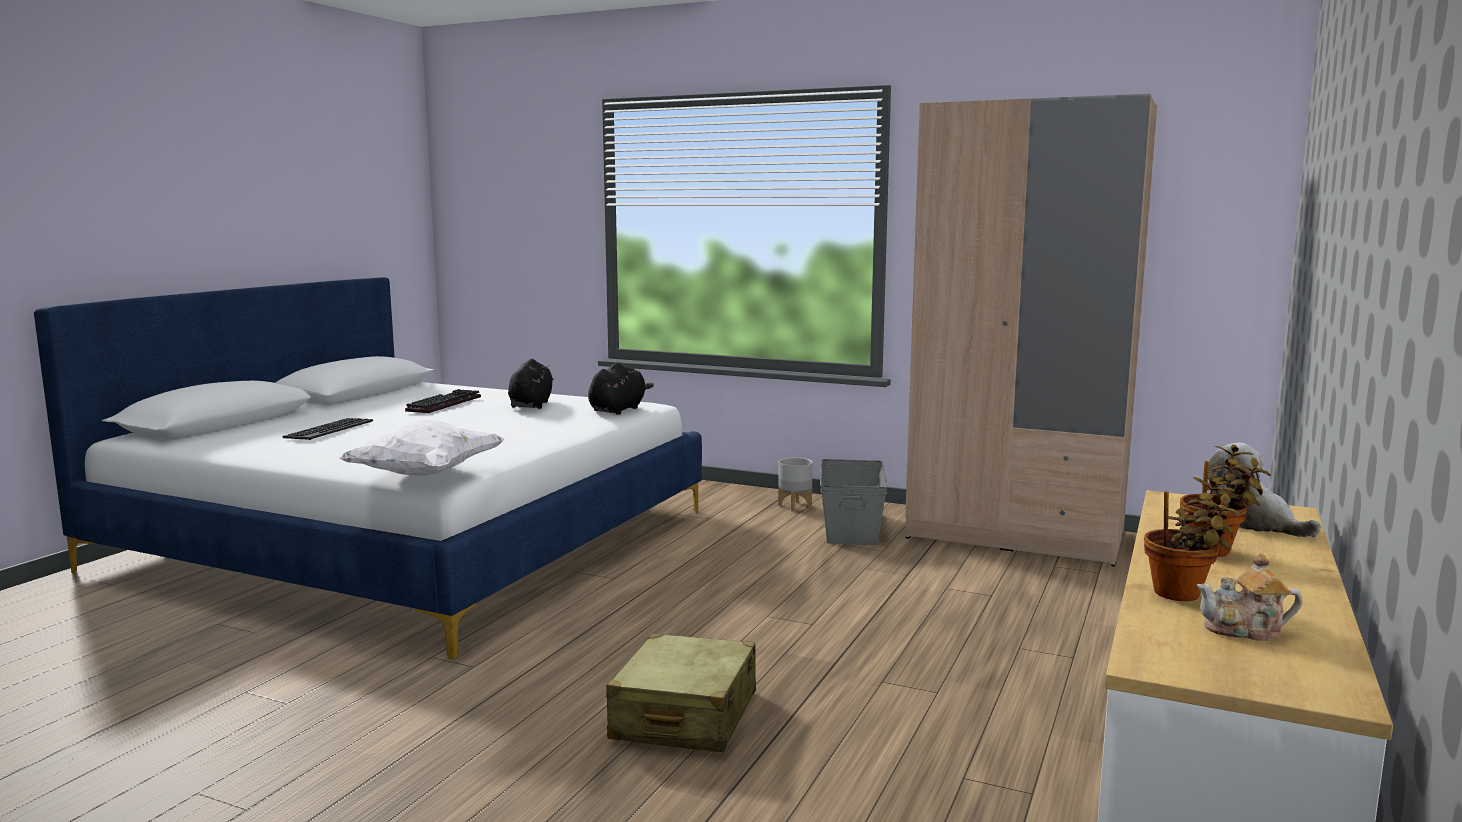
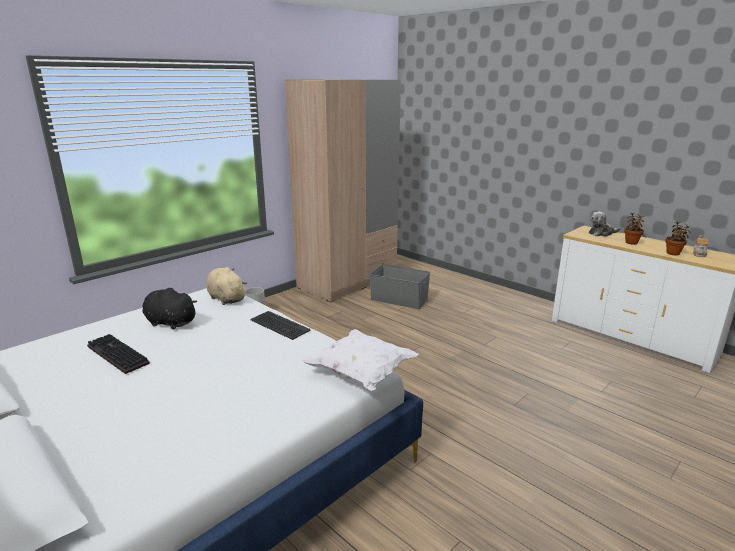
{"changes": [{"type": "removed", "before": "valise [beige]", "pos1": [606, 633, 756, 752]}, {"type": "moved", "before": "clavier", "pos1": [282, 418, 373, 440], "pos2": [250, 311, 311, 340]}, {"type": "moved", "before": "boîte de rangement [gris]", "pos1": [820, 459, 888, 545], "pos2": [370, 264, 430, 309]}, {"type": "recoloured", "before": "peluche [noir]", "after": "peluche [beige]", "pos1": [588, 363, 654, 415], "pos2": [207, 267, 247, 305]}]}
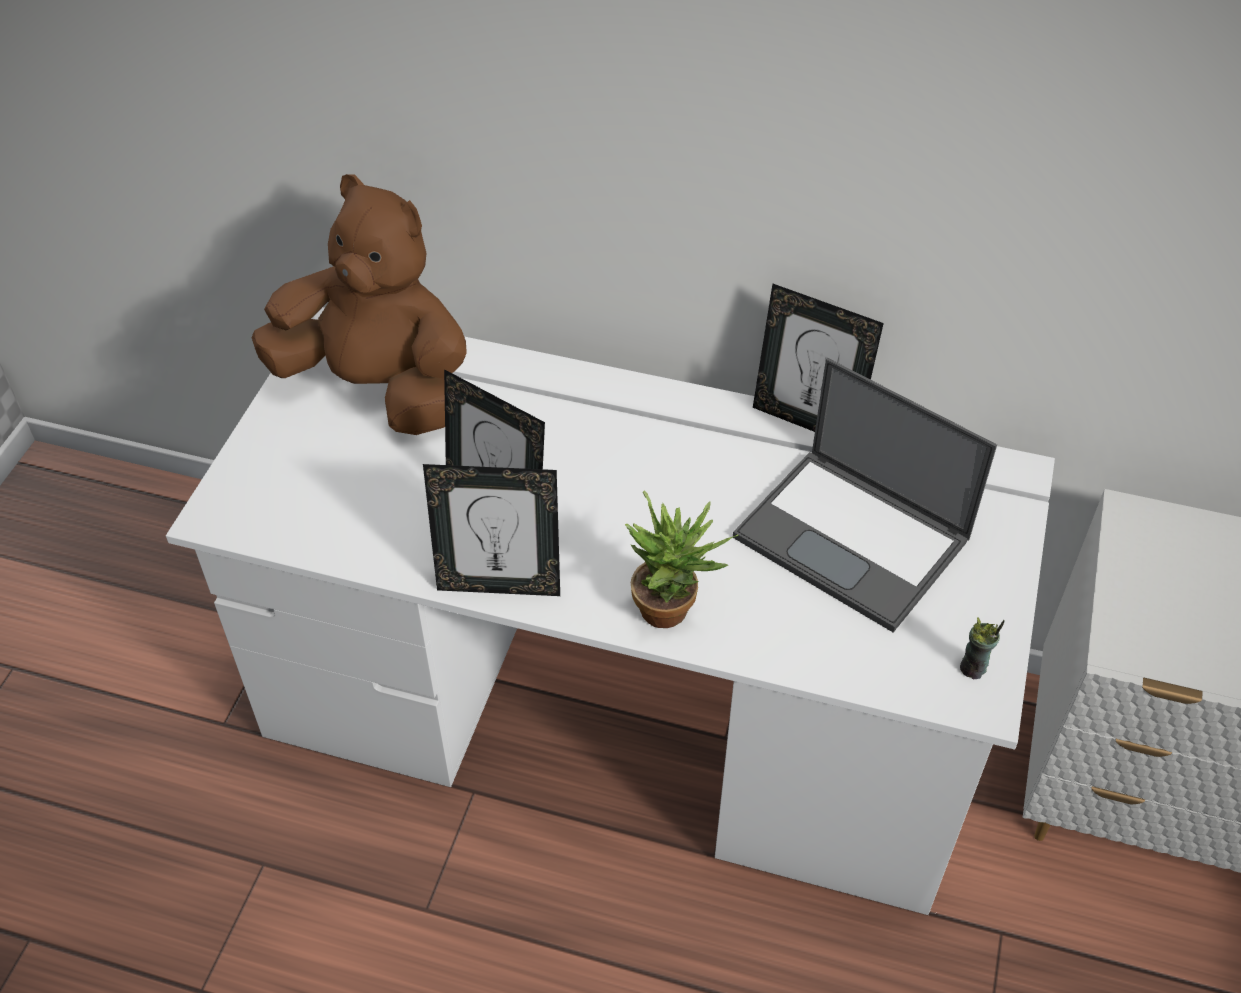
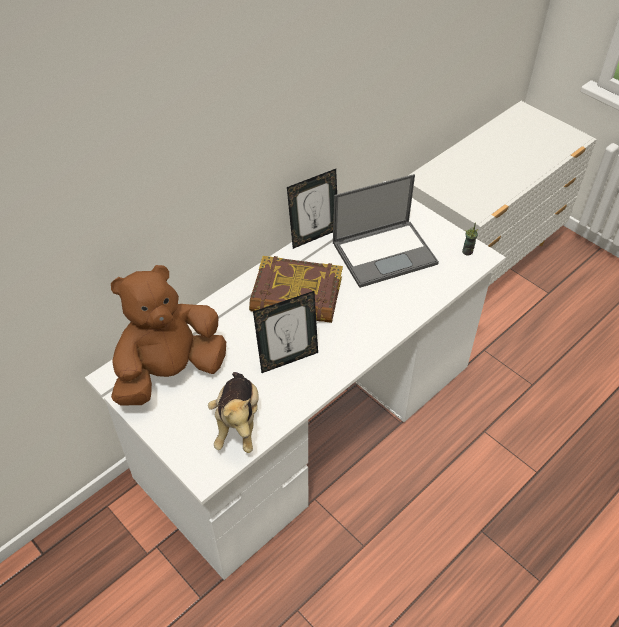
{"changes": [{"type": "removed", "before": "cadre photo", "pos1": [423, 464, 560, 596]}, {"type": "removed", "before": "plante en pot", "pos1": [625, 490, 738, 628]}, {"type": "added", "after": "peluche", "pos2": [208, 372, 259, 453]}, {"type": "added", "after": "livre", "pos2": [249, 256, 343, 323]}]}
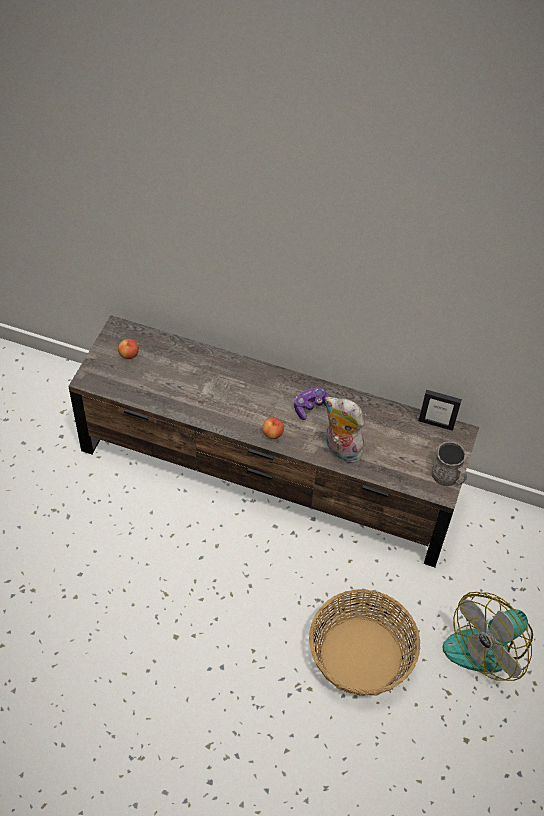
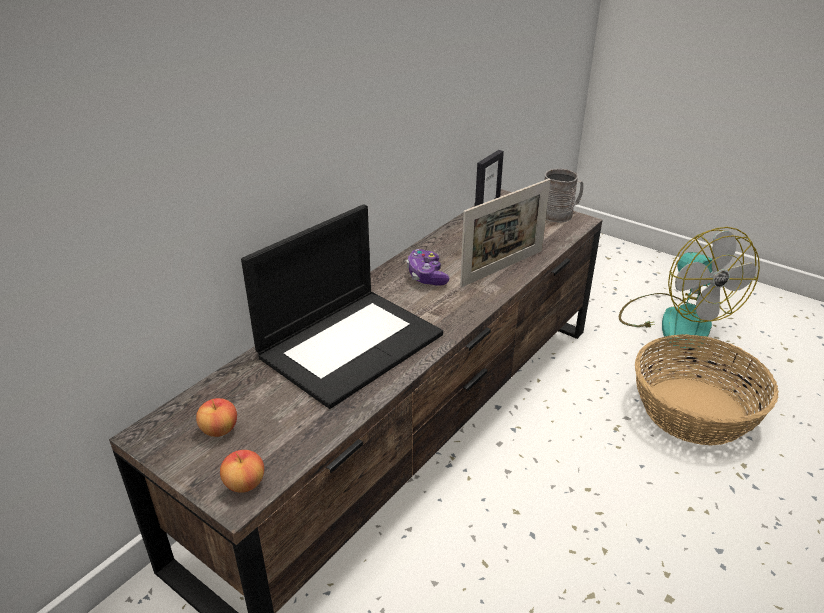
{"changes": [{"type": "added", "after": "ordinateur portable", "pos2": [241, 204, 443, 409]}, {"type": "moved", "before": "pomme", "pos1": [262, 418, 284, 439], "pos2": [220, 450, 264, 493]}, {"type": "replaced", "before": "peluche", "after": "cadre photo", "pos1": [325, 397, 364, 463], "pos2": [460, 179, 550, 288]}]}
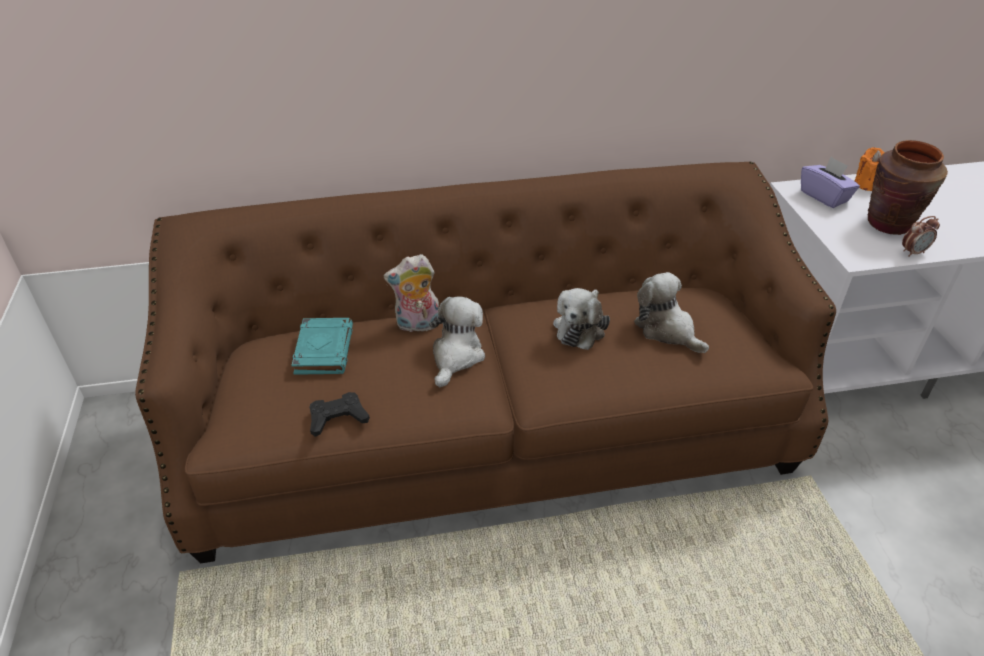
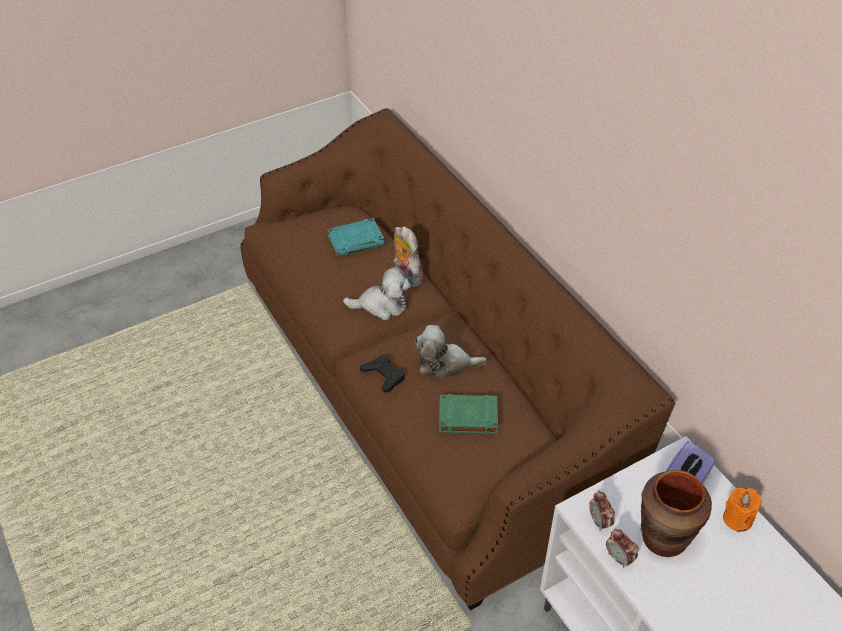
{"changes": [{"type": "added", "after": "réveil", "pos2": [589, 491, 615, 531]}, {"type": "moved", "before": "manette [noir]", "pos1": [310, 392, 370, 437], "pos2": [360, 355, 405, 393]}, {"type": "replaced", "before": "peluche", "after": "livre [vert]", "pos1": [634, 272, 709, 353], "pos2": [439, 394, 498, 434]}]}
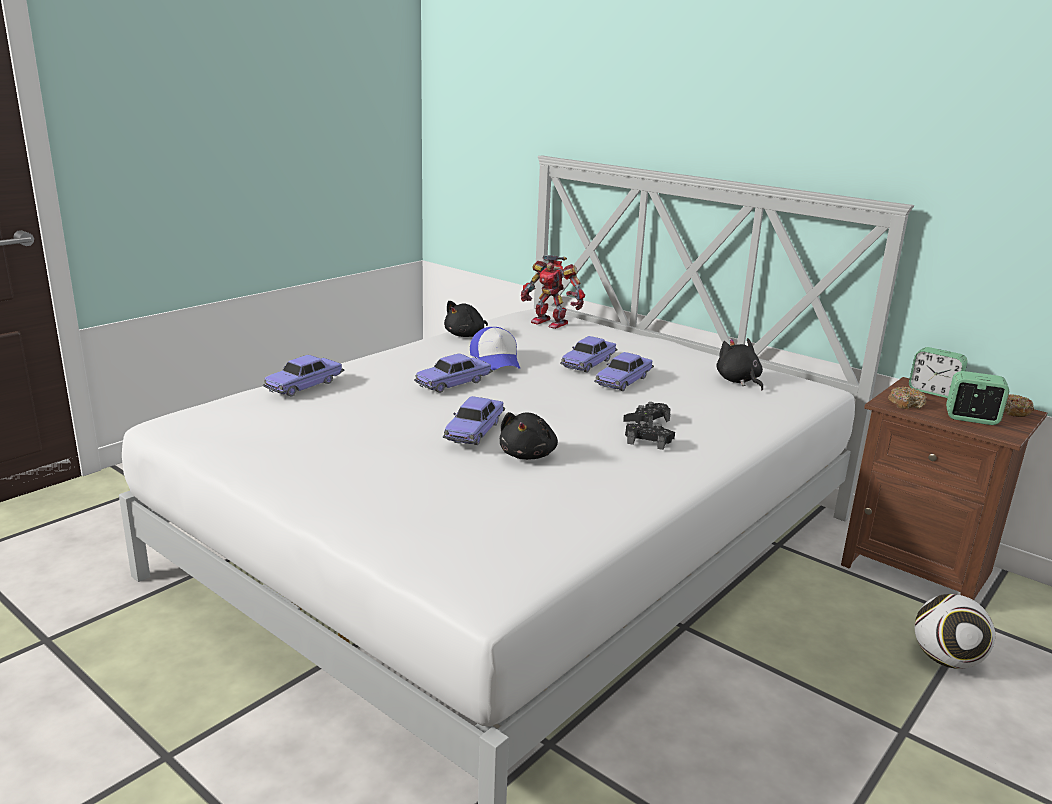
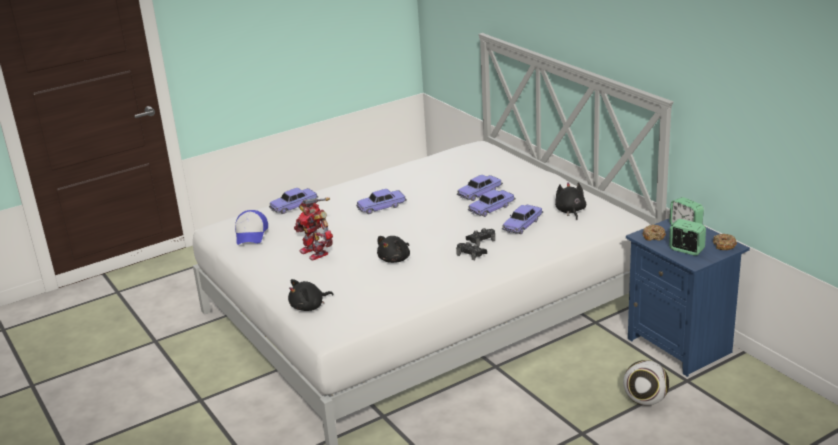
{"changes": [{"type": "moved", "before": "petite voiture", "pos1": [443, 396, 505, 445], "pos2": [502, 205, 543, 234]}, {"type": "moved", "before": "peluche [noir]", "pos1": [444, 301, 488, 337], "pos2": [288, 279, 333, 311]}, {"type": "moved", "before": "casquette", "pos1": [470, 327, 520, 370], "pos2": [235, 210, 268, 245]}, {"type": "moved", "before": "robot jouet", "pos1": [521, 255, 585, 329], "pos2": [294, 198, 333, 261]}, {"type": "recoloured", "before": "table de chevet [marron]", "after": "table de chevet [bleu]", "pos1": [841, 377, 1047, 600], "pos2": [626, 219, 750, 377]}]}
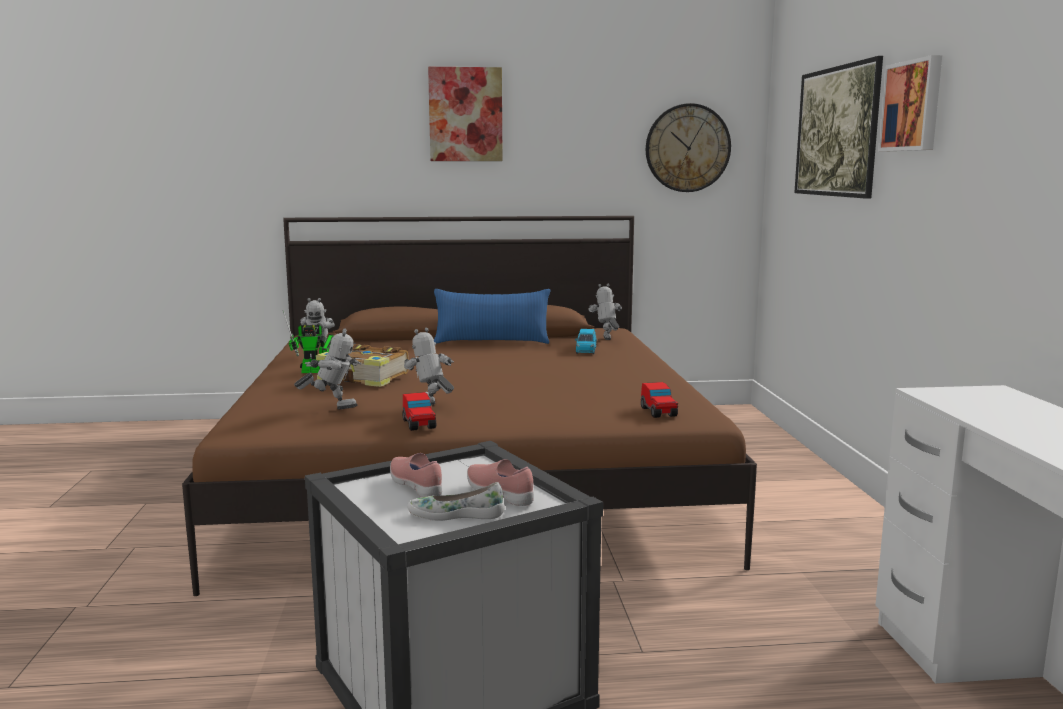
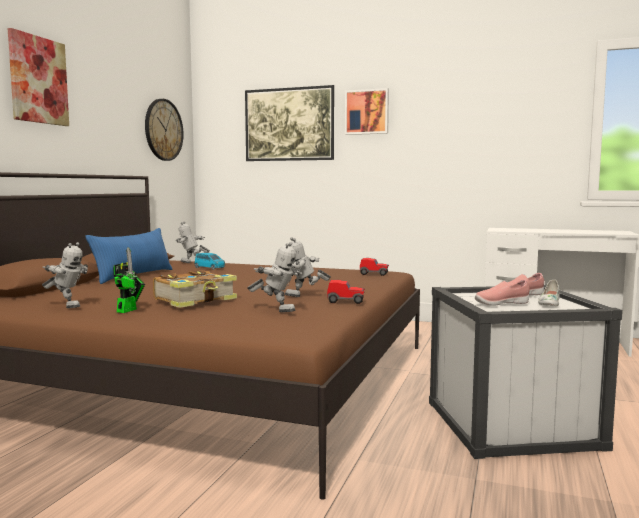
{"changes": [{"type": "turned", "before": "robot jouet", "pos1": [294, 329, 362, 409], "pos2": [247, 242, 302, 312], "turn": 90}]}
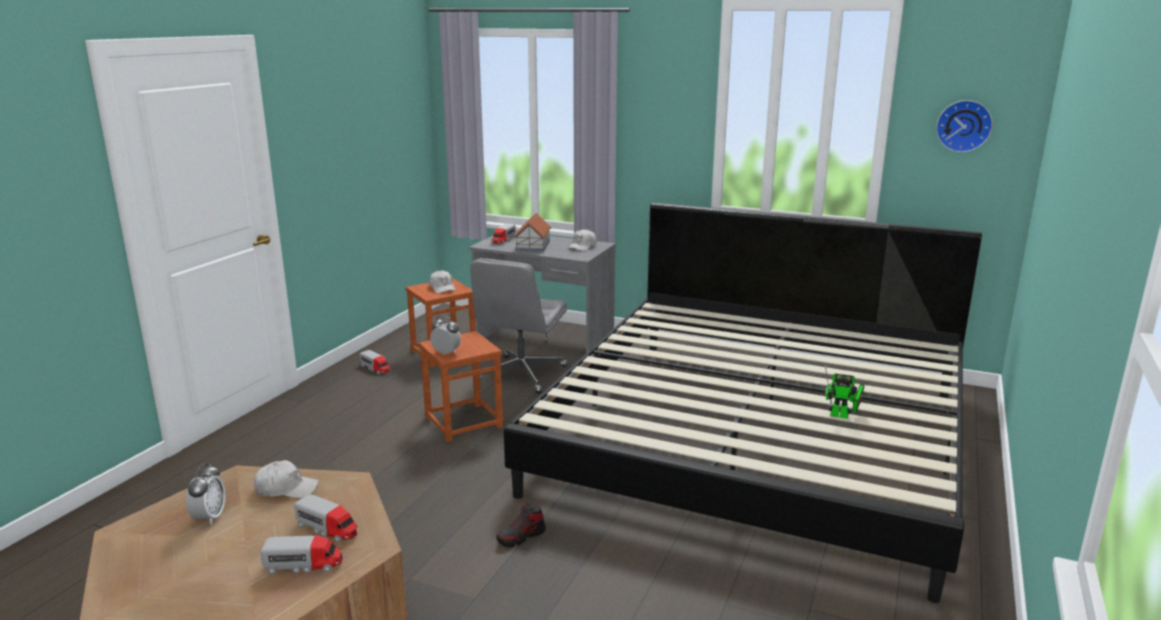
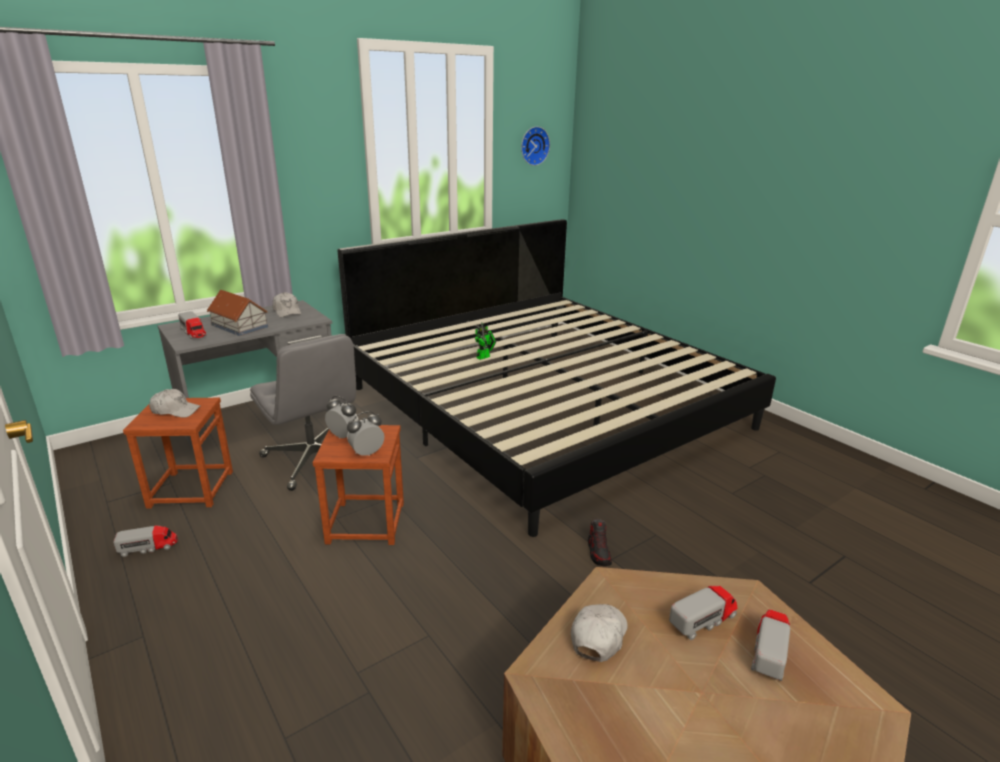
{"changes": [{"type": "moved", "before": "réveil", "pos1": [186, 463, 225, 525], "pos2": [325, 396, 359, 438]}, {"type": "moved", "before": "robot jouet", "pos1": [825, 365, 865, 419], "pos2": [475, 323, 496, 360]}]}
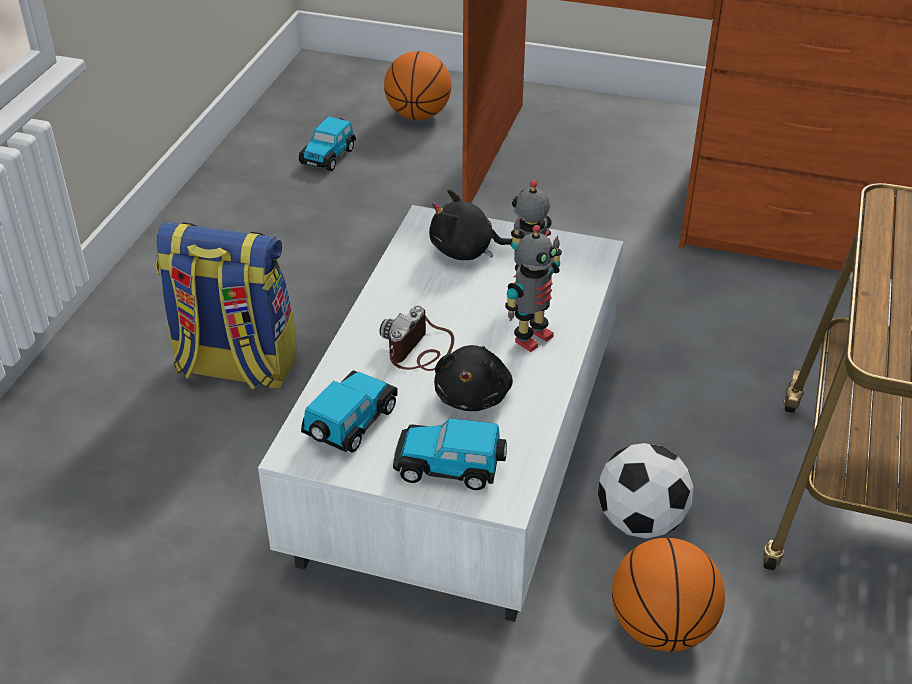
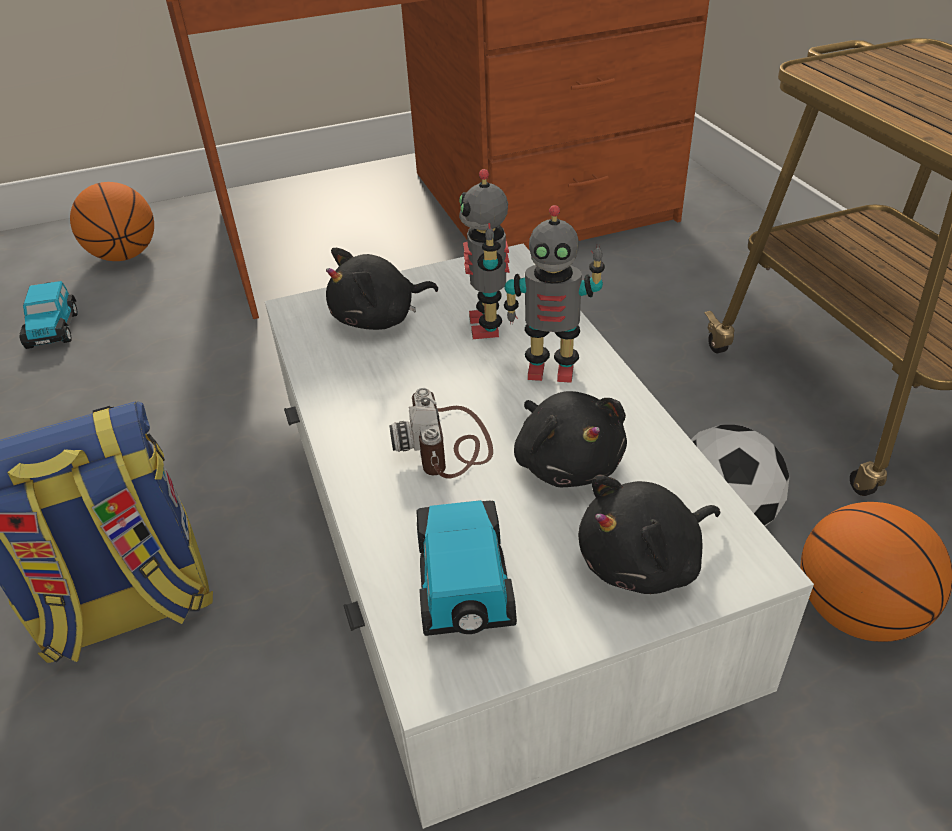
{"changes": [{"type": "replaced", "before": "petite voiture", "after": "peluche [noir]", "pos1": [393, 418, 507, 490], "pos2": [578, 476, 720, 594]}, {"type": "turned", "before": "robot jouet", "pos1": [505, 225, 562, 352], "pos2": [504, 205, 605, 383], "turn": 90}]}
